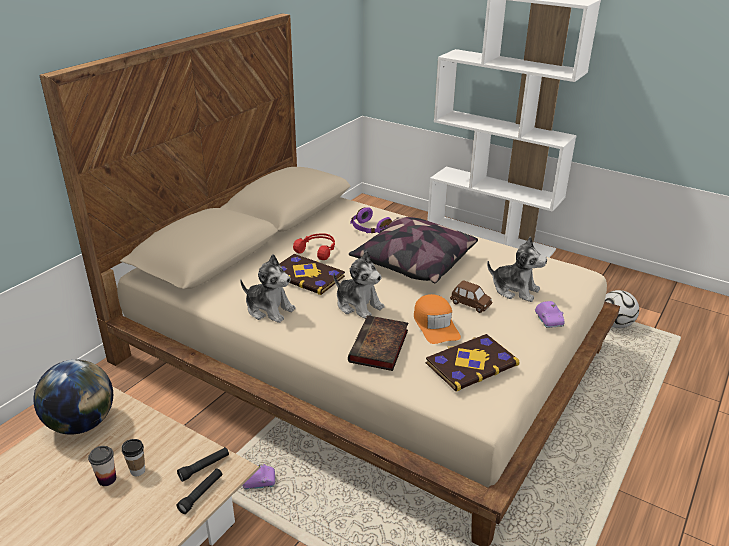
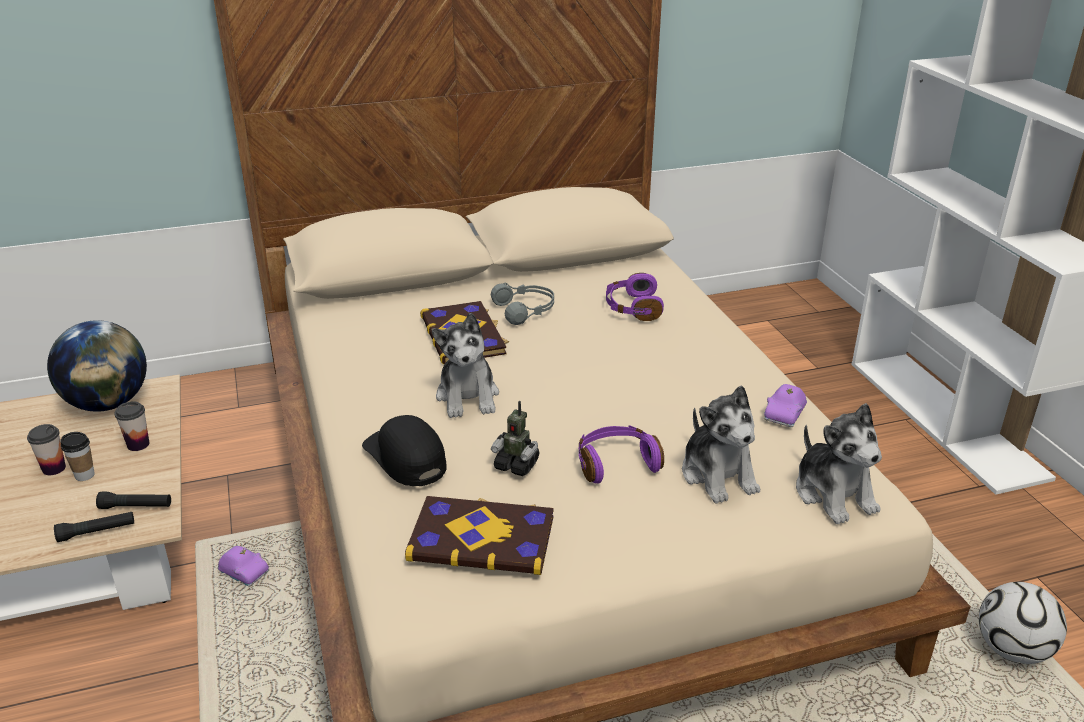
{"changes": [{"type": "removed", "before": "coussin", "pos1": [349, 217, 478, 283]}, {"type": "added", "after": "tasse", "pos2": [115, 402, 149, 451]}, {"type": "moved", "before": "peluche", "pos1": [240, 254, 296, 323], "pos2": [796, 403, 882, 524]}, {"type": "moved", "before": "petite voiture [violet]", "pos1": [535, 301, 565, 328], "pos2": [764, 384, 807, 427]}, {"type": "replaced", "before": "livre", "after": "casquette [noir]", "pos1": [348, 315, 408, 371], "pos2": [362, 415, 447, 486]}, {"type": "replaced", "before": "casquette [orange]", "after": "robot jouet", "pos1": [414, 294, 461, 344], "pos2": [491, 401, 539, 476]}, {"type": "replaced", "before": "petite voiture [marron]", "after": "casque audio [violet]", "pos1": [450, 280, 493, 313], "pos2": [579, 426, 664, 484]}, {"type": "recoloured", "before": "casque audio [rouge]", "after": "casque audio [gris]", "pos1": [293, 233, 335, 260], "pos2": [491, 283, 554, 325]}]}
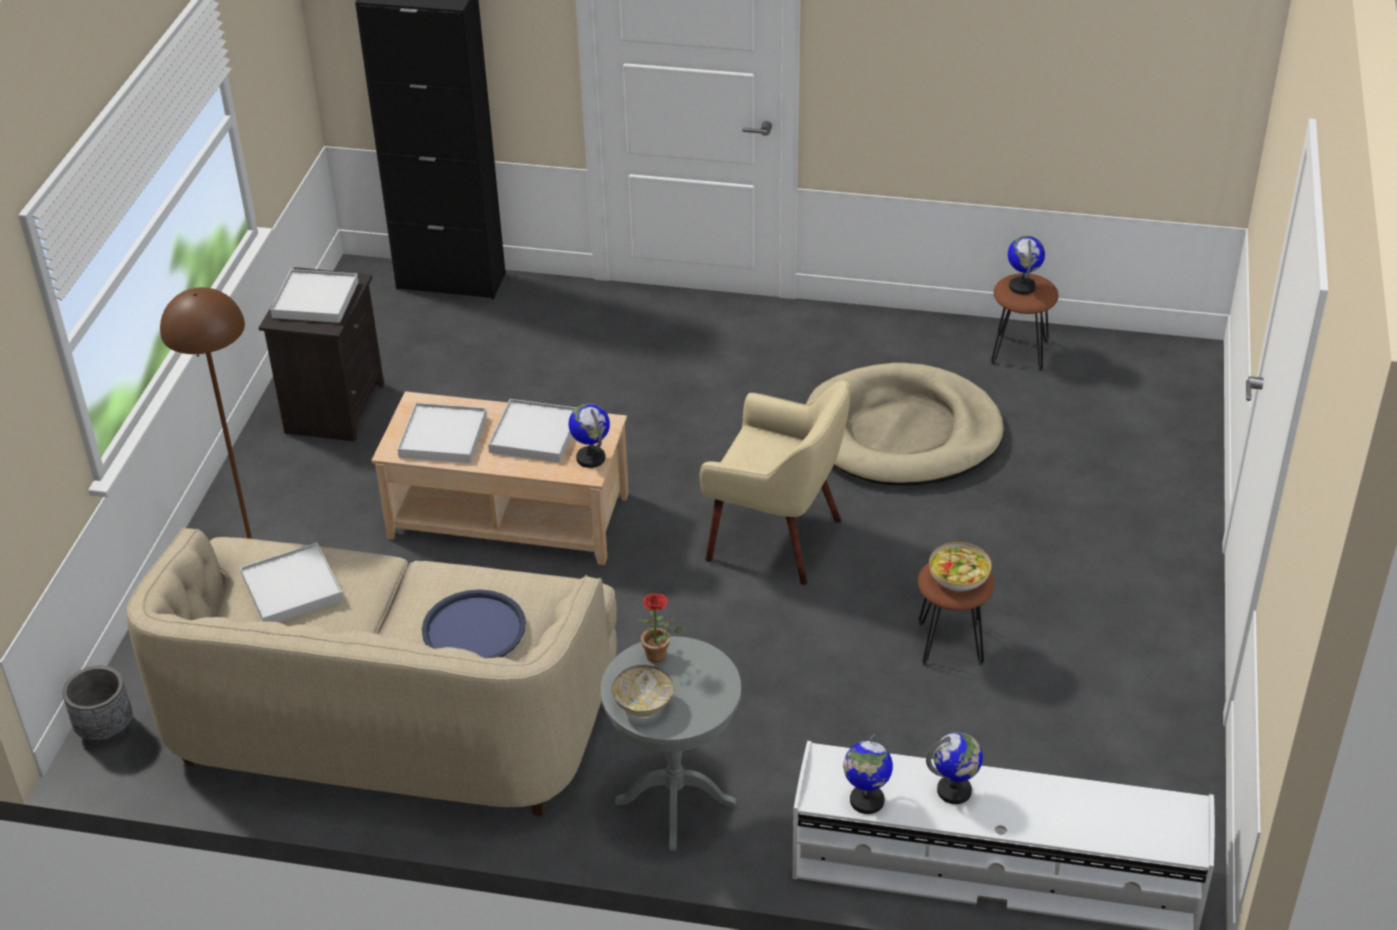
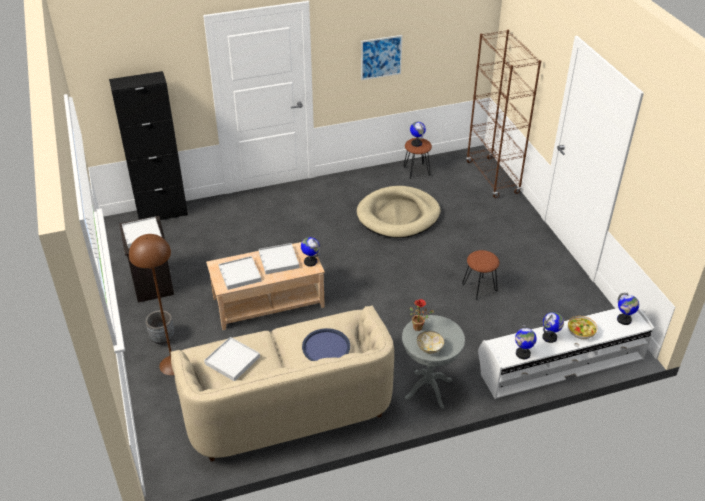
{"changes": [{"type": "removed", "before": "fauteuil [beige]", "pos1": [699, 381, 850, 585]}, {"type": "added", "after": "tableau", "pos2": [361, 35, 403, 80]}, {"type": "added", "after": "bibliothèque [marron]", "pos2": [466, 30, 541, 198]}, {"type": "added", "after": "globe", "pos2": [617, 293, 639, 325]}, {"type": "moved", "before": "cache-pot [gris]", "pos1": [62, 666, 133, 745], "pos2": [145, 310, 175, 345]}, {"type": "moved", "before": "bol", "pos1": [929, 542, 991, 592], "pos2": [568, 316, 597, 339]}]}
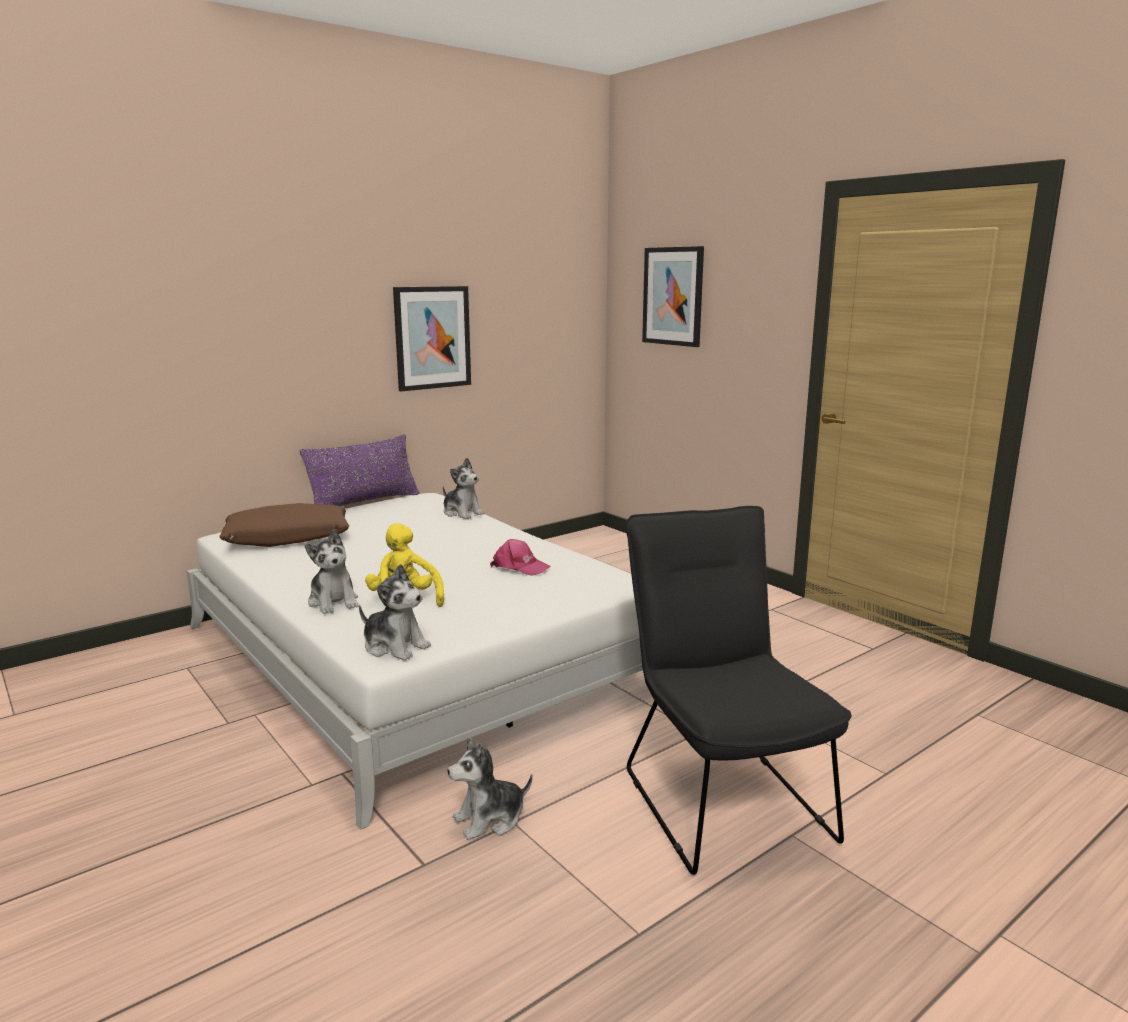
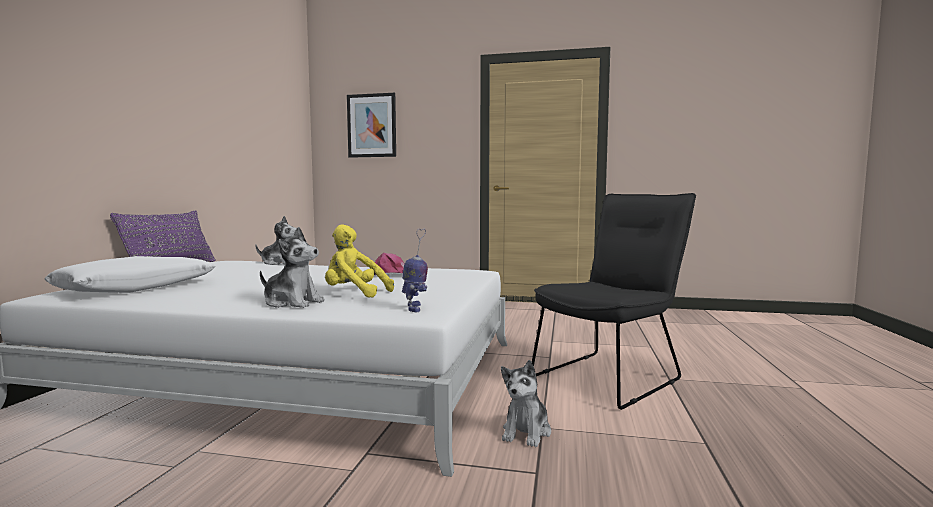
{"changes": [{"type": "removed", "before": "tableau", "pos1": [393, 286, 471, 391]}, {"type": "replaced", "before": "peluche", "after": "robot jouet", "pos1": [359, 564, 431, 661], "pos2": [402, 229, 428, 312]}, {"type": "recoloured", "before": "coussin [marron]", "after": "coussin [blanc]", "pos1": [219, 503, 349, 547], "pos2": [45, 256, 215, 293]}, {"type": "turned", "before": "chaise [noir]", "pos1": [626, 506, 852, 875], "pos2": [532, 193, 696, 410], "turn": 105}]}
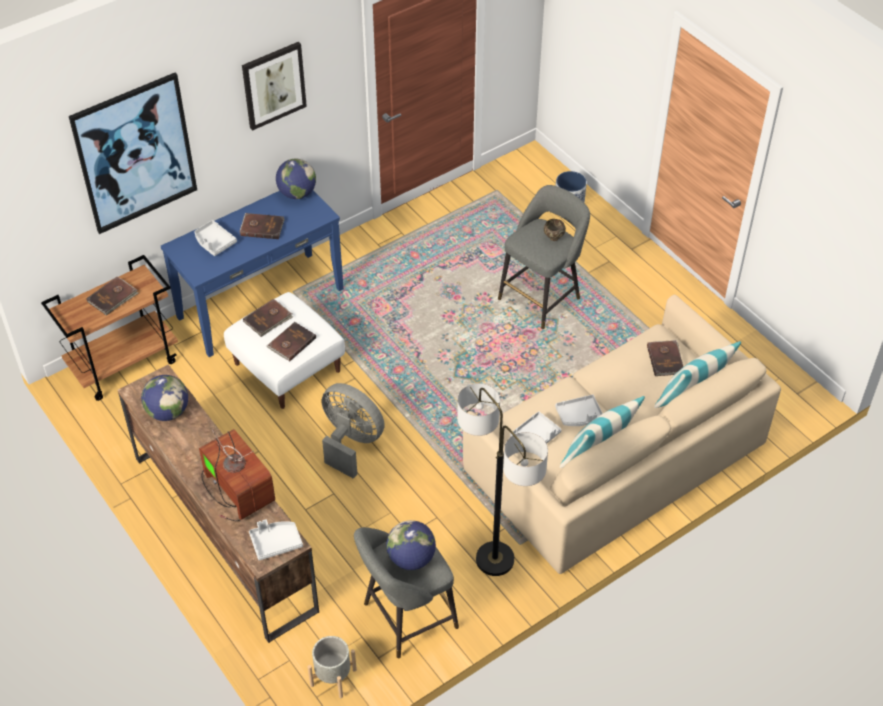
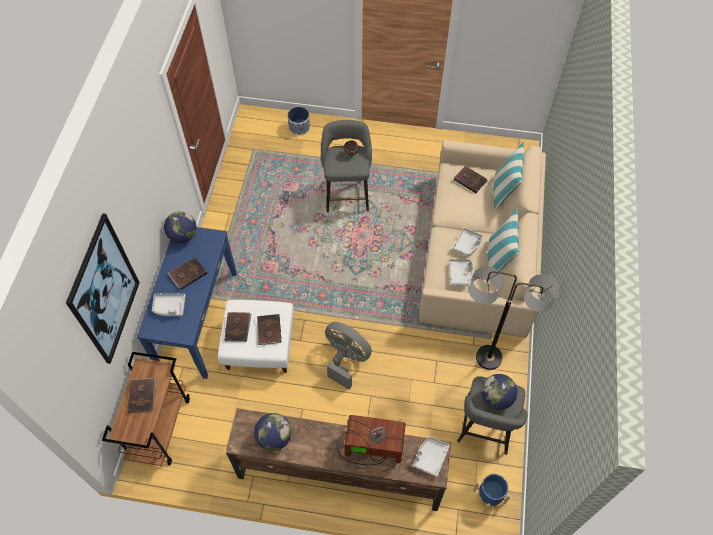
{"changes": [{"type": "removed", "before": "tableau", "pos1": [242, 42, 307, 131]}, {"type": "recoloured", "before": "cache-pot [gris]", "after": "cache-pot [bleu]", "pos1": [307, 636, 357, 698], "pos2": [473, 473, 511, 513]}, {"type": "turned", "before": "ventilateur [gris]", "pos1": [322, 383, 385, 479], "pos2": [325, 322, 372, 390], "turn": 45}]}
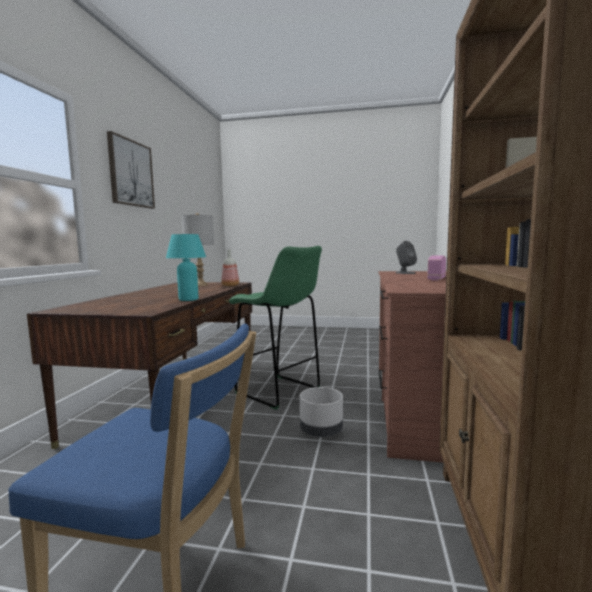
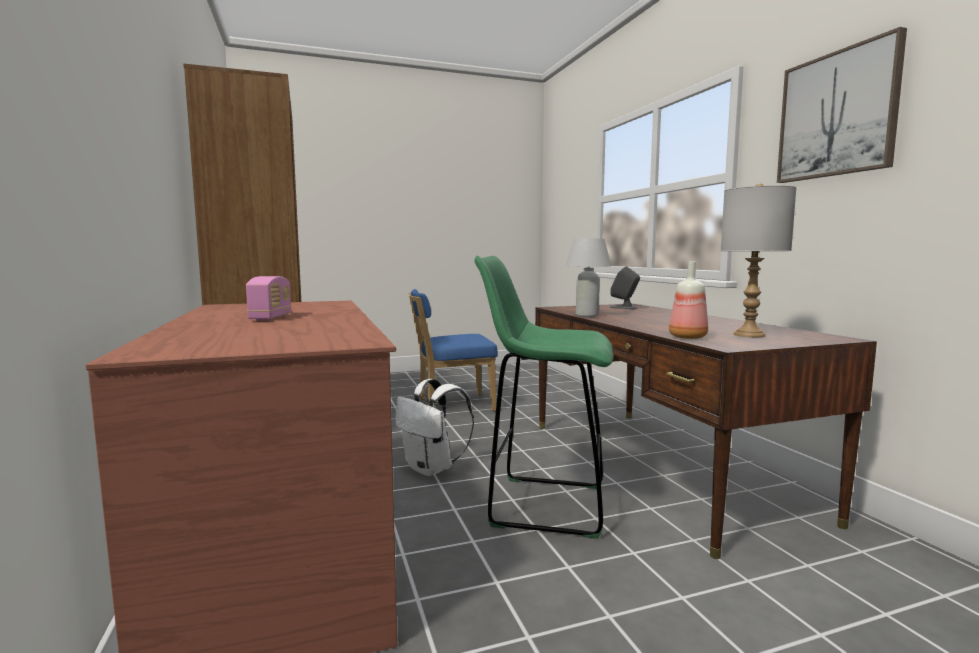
{"changes": [{"type": "moved", "before": "enceinte [gris]", "pos1": [395, 241, 417, 274], "pos2": [610, 266, 640, 309]}, {"type": "replaced", "before": "cache-pot [gris]", "after": "sac à dos [blanc]", "pos1": [300, 387, 343, 437], "pos2": [395, 379, 474, 476]}, {"type": "recoloured", "before": "lampe de table [turquoise]", "after": "lampe de table [blanc]", "pos1": [166, 234, 206, 301], "pos2": [566, 239, 612, 317]}]}
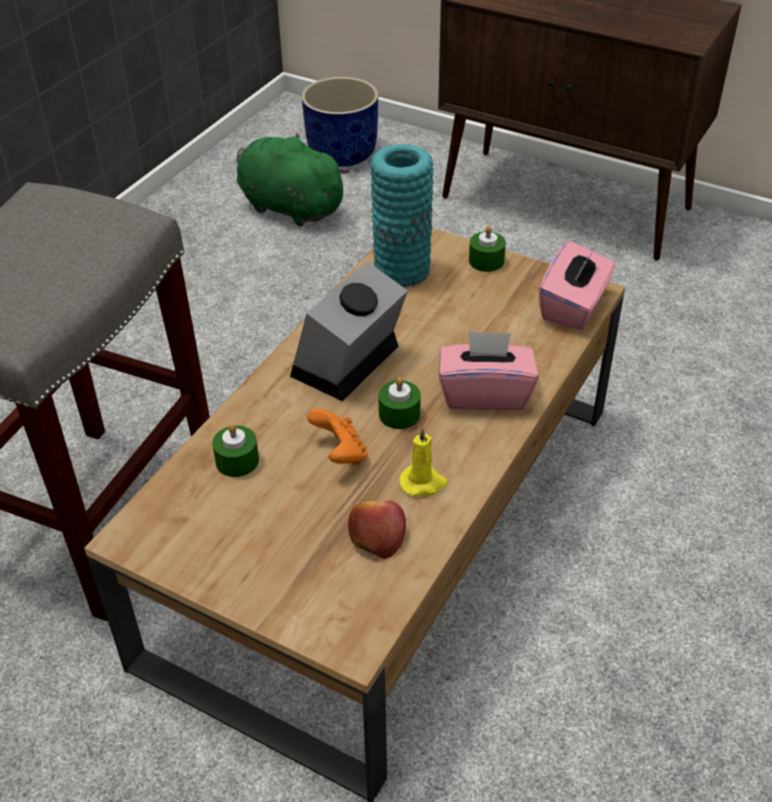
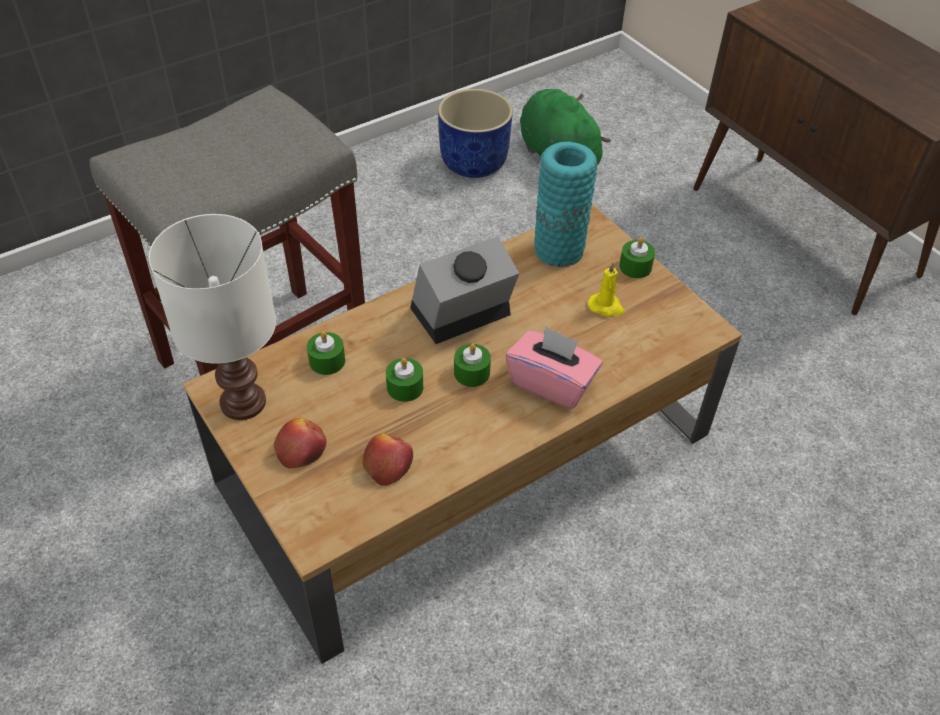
{"changes": [{"type": "removed", "before": "boîte à mouchoirs [rose]", "pos1": [539, 241, 615, 330]}, {"type": "added", "after": "lampe de table [blanc]", "pos2": [149, 214, 276, 420]}, {"type": "added", "after": "pomme", "pos2": [274, 418, 327, 468]}, {"type": "moved", "before": "cache-pot [bleu]", "pos1": [302, 77, 378, 167], "pos2": [438, 89, 513, 178]}, {"type": "moved", "before": "bougie [jaune]", "pos1": [399, 427, 448, 496], "pos2": [588, 262, 625, 317]}, {"type": "replaced", "before": "manette [orange]", "after": "bougie [vert]", "pos1": [307, 409, 368, 465], "pos2": [386, 358, 423, 402]}]}
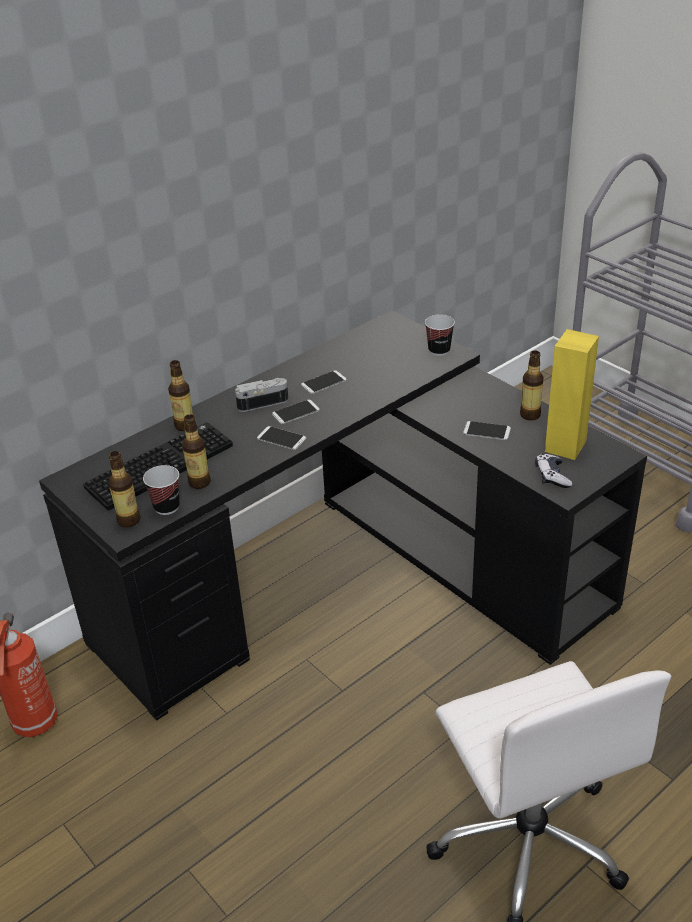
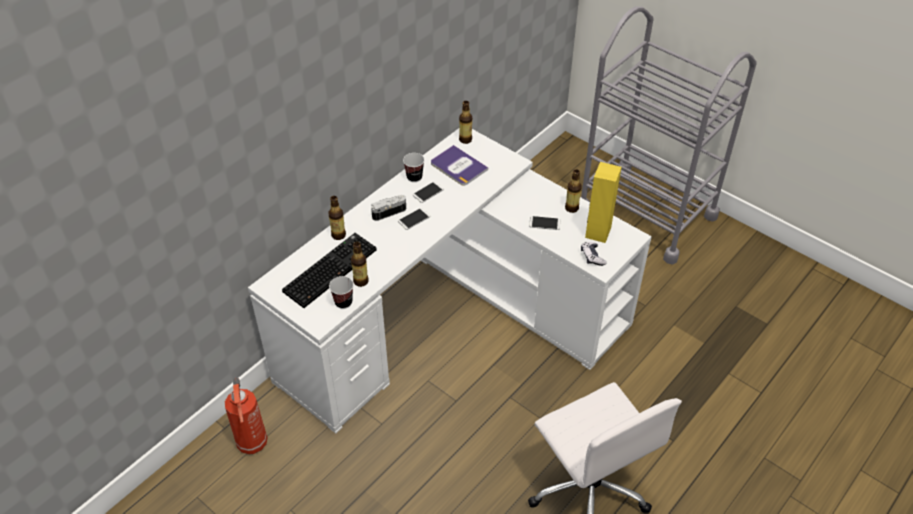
{"changes": [{"type": "removed", "before": "téléphone", "pos1": [257, 426, 306, 450]}, {"type": "added", "after": "livre", "pos2": [431, 145, 488, 186]}, {"type": "moved", "before": "bouteille", "pos1": [109, 451, 141, 527], "pos2": [459, 101, 472, 144]}, {"type": "moved", "before": "tasse", "pos1": [425, 314, 455, 356], "pos2": [403, 153, 425, 182]}, {"type": "recoloured", "before": "bureau [noir]", "after": "bureau [blanc]", "pos1": [39, 310, 647, 721], "pos2": [248, 128, 652, 433]}]}
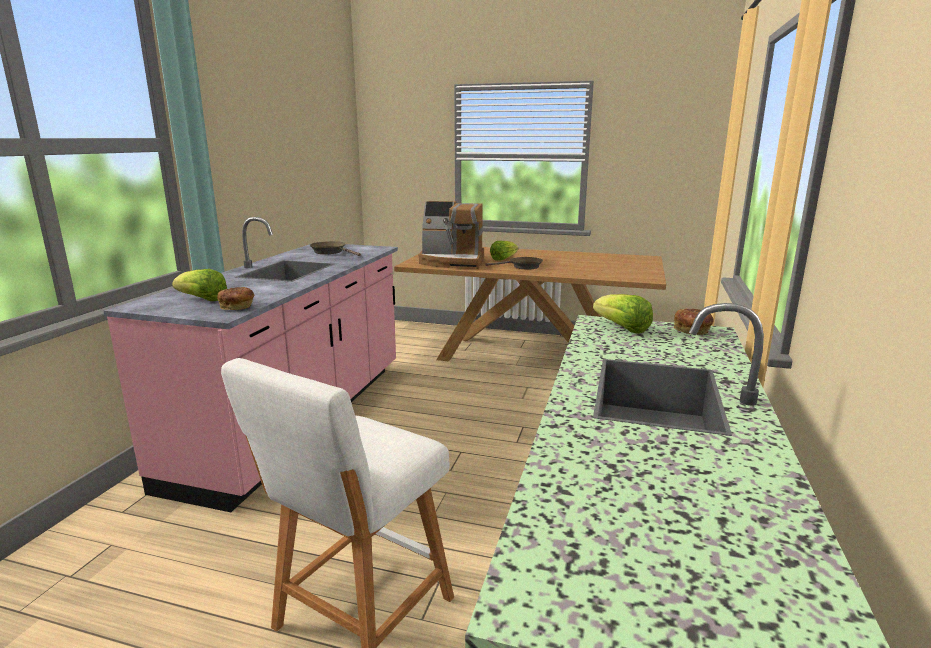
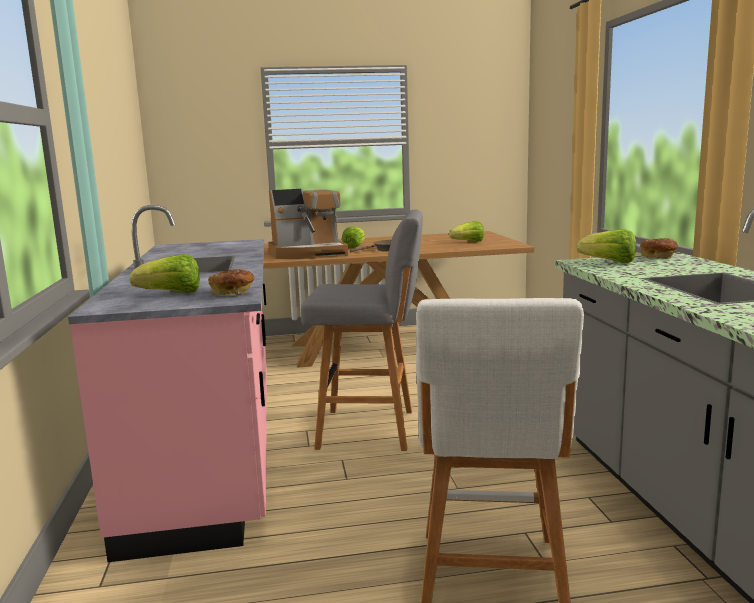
{"changes": [{"type": "removed", "before": "poêle [marron]", "pos1": [310, 241, 361, 256]}, {"type": "added", "after": "tabouret [gris]", "pos2": [301, 209, 423, 451]}, {"type": "added", "after": "laitue", "pos2": [449, 221, 484, 242]}]}
